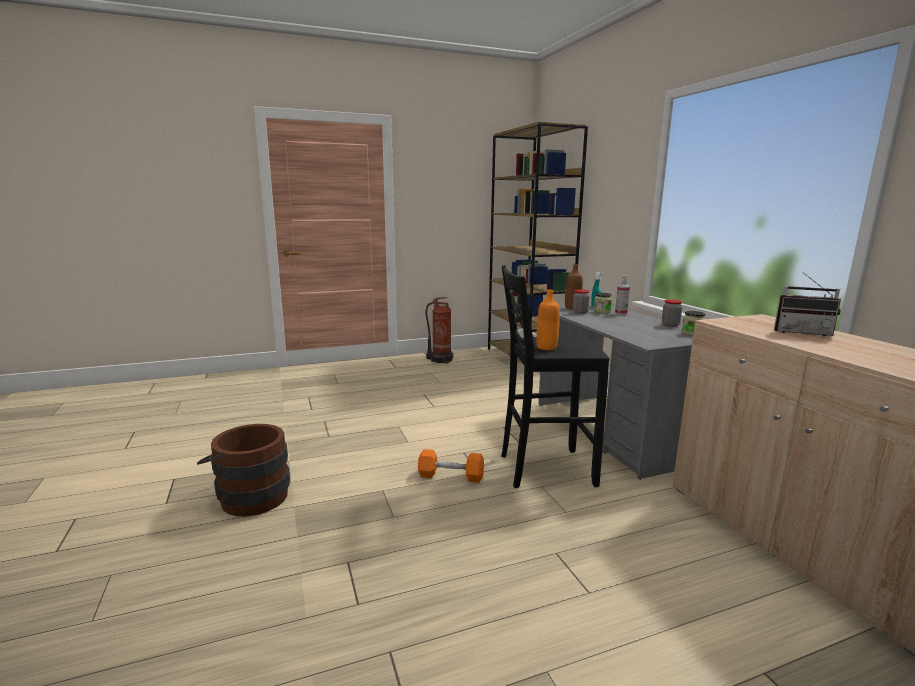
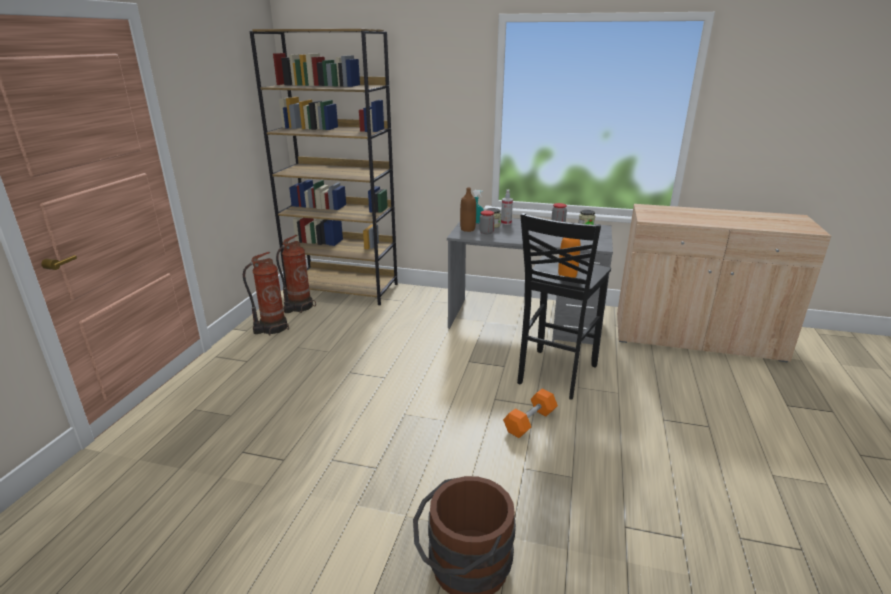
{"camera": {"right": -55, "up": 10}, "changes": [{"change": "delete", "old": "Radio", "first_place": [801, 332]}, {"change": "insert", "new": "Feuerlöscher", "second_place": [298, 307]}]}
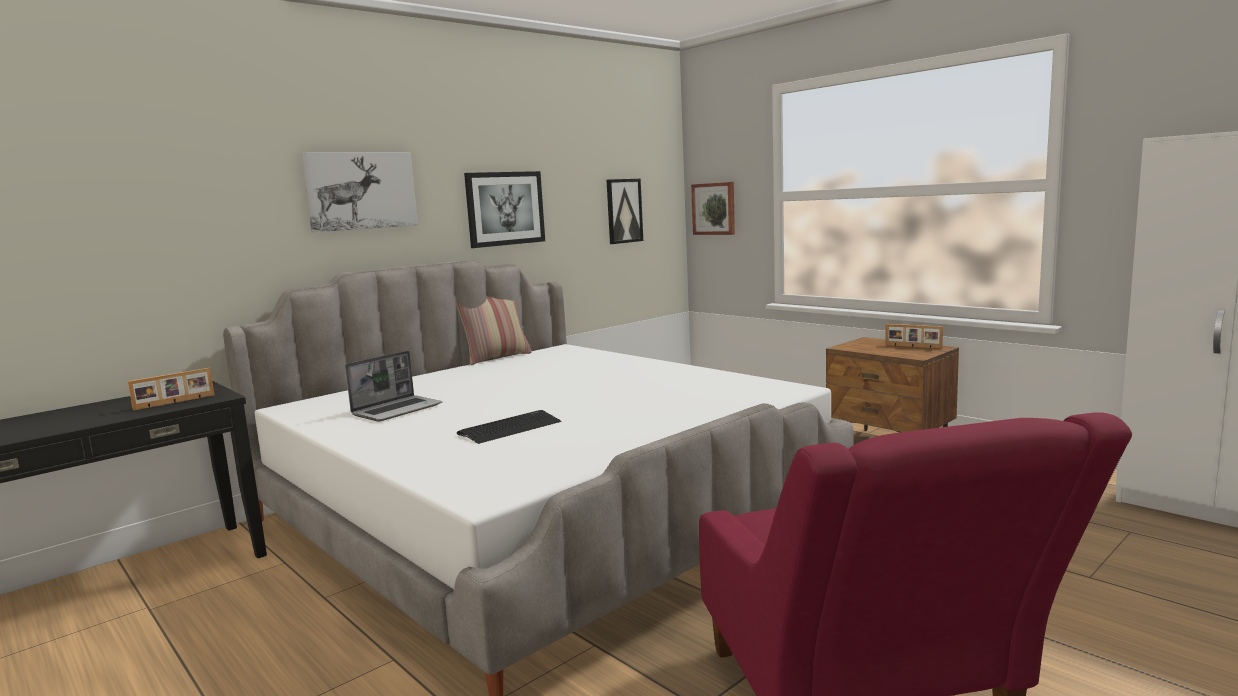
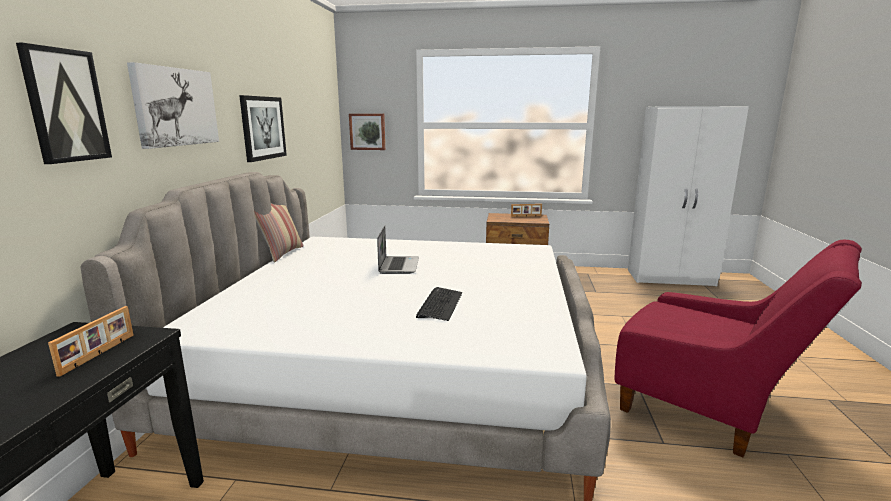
{"camera": {"right": -40, "up": 5}, "changes": [{"change": "move", "old": "Laptop", "first_place": [397, 410], "second_place": [398, 265]}, {"change": "move", "old": "Bild", "first_place": [624, 211], "second_place": [65, 106]}]}
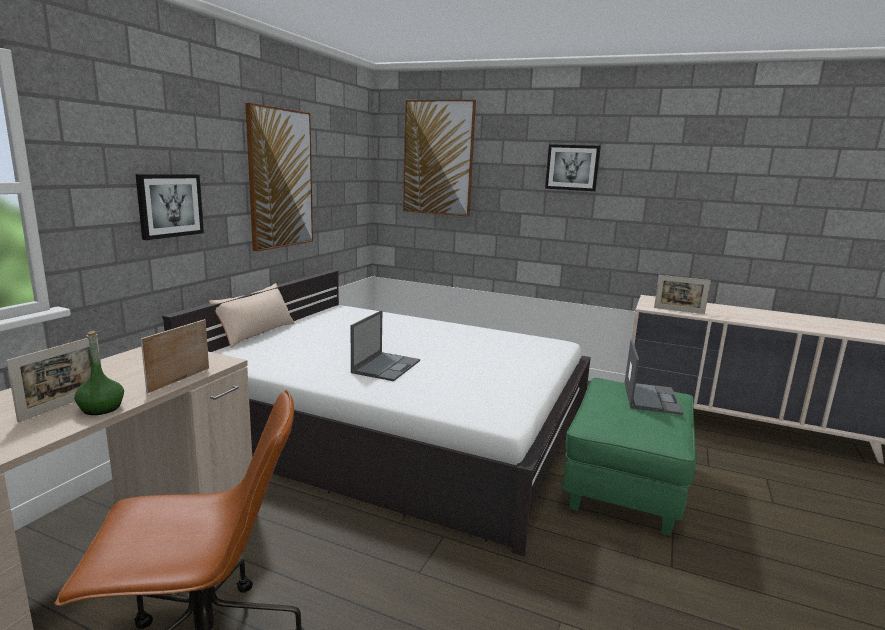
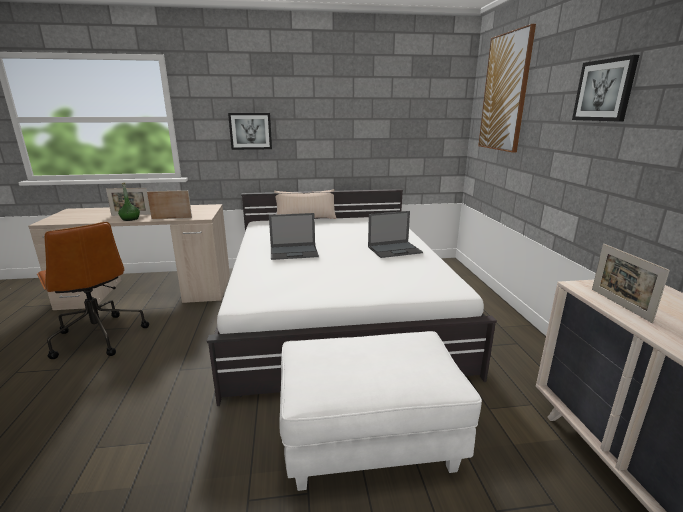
{"camera": {"right": 60, "up": 5}, "changes": [{"change": "delete", "old": "Bild", "first_place": [280, 179]}, {"change": "recolor", "old": "Polsterhocker (grün)", "new": "Polsterhocker (weiß)", "first_place": [624, 485], "second_place": [369, 440]}, {"change": "move", "old": "Laptop", "first_place": [651, 398], "second_place": [395, 250]}]}
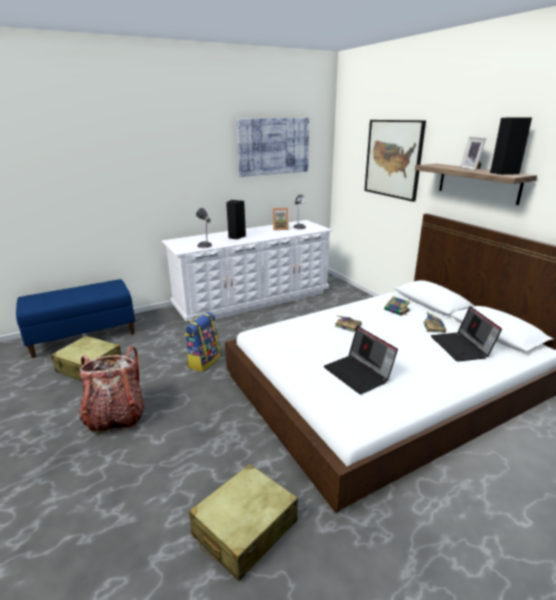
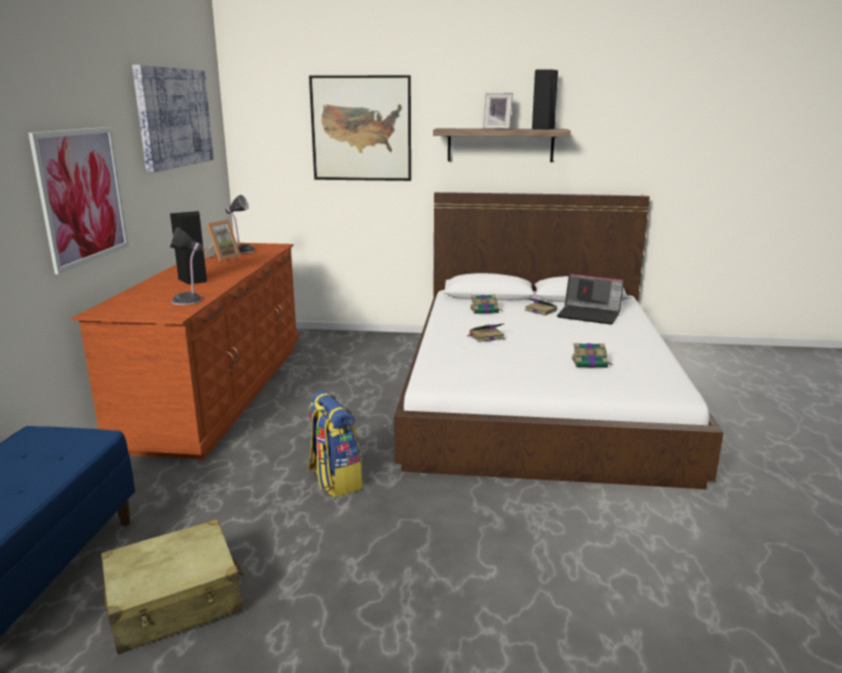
{"camera": {"right": -55, "up": -5}, "changes": [{"change": "delete", "old": "Rucksack", "first_place": [115, 417]}, {"change": "recolor", "old": "Kommode (weiß)", "new": "Kommode (braun)", "first_place": [252, 299], "second_place": [218, 392]}, {"change": "delete", "old": "Koffer (beige)", "first_place": [244, 528]}, {"change": "replace", "old": "Laptop", "new": "Buch", "first_place": [358, 374], "second_place": [590, 363]}, {"change": "insert", "new": "Bild", "second_place": [82, 196]}]}
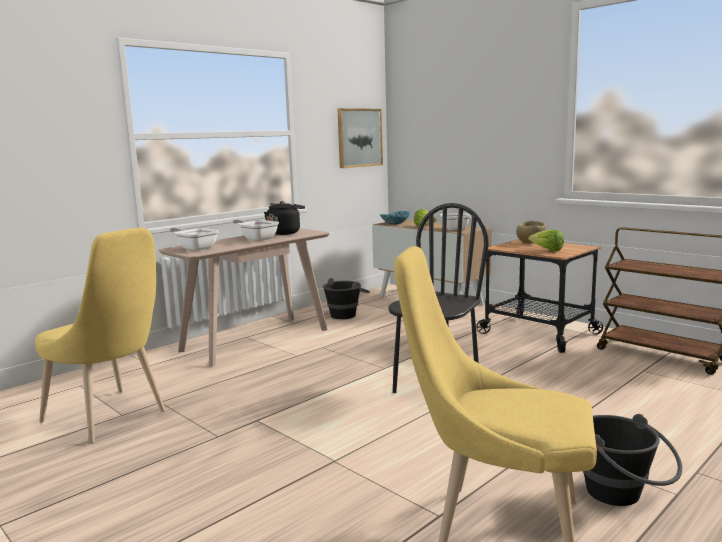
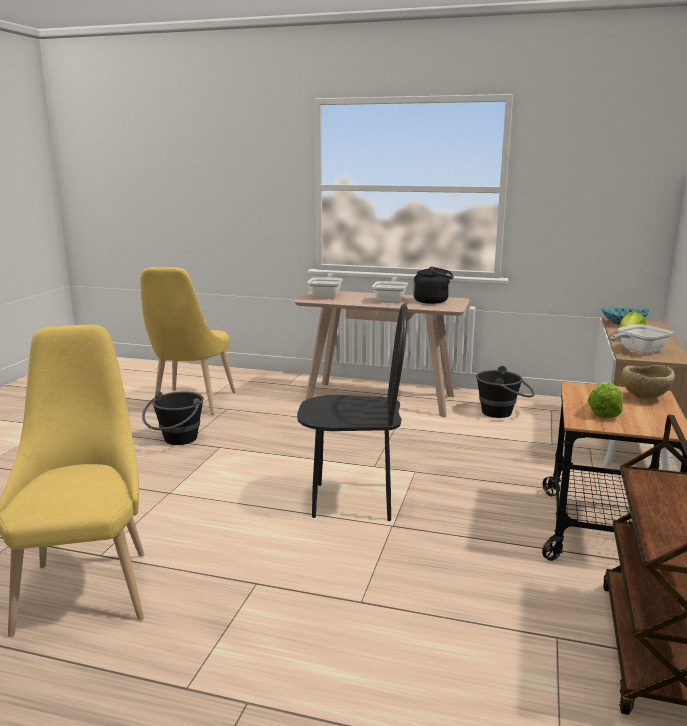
{"camera": {"right": 60, "up": 5}, "changes": [{"change": "delete", "old": "Bild", "first_place": [359, 138]}, {"change": "move", "old": "Eimer (schwarz)", "first_place": [623, 496], "second_place": [176, 441]}]}
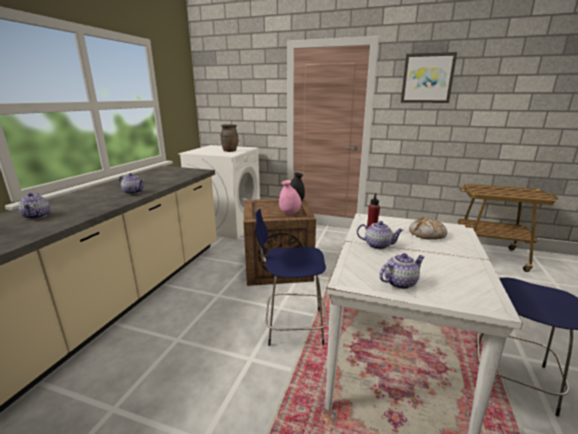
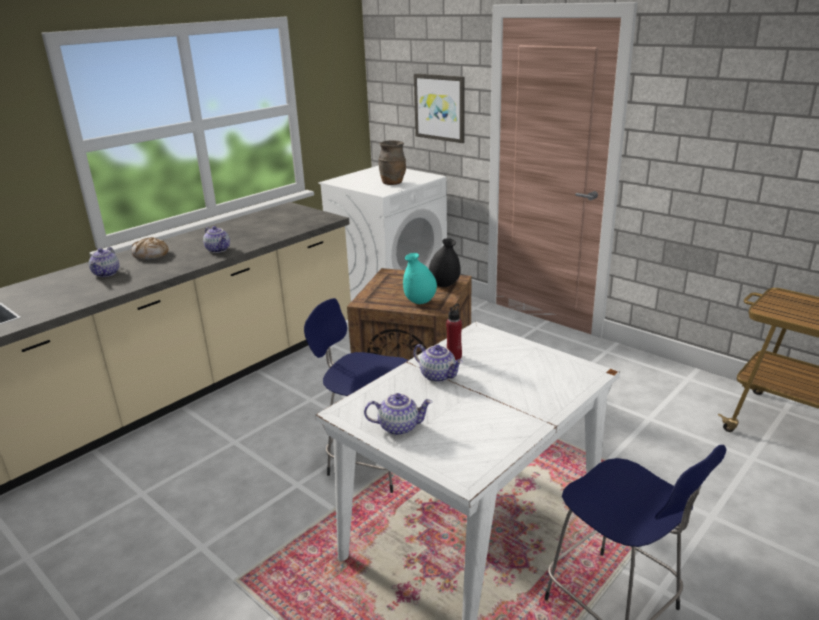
{"camera": {"right": 25, "up": 5}, "changes": [{"change": "recolor", "old": "Vase (rosa)", "new": "Vase (türkis)", "first_place": [289, 213], "second_place": [420, 302]}, {"change": "move", "old": "Bild", "first_place": [427, 78], "second_place": [440, 107]}, {"change": "move", "old": "Brot", "first_place": [427, 234], "second_place": [151, 255]}]}
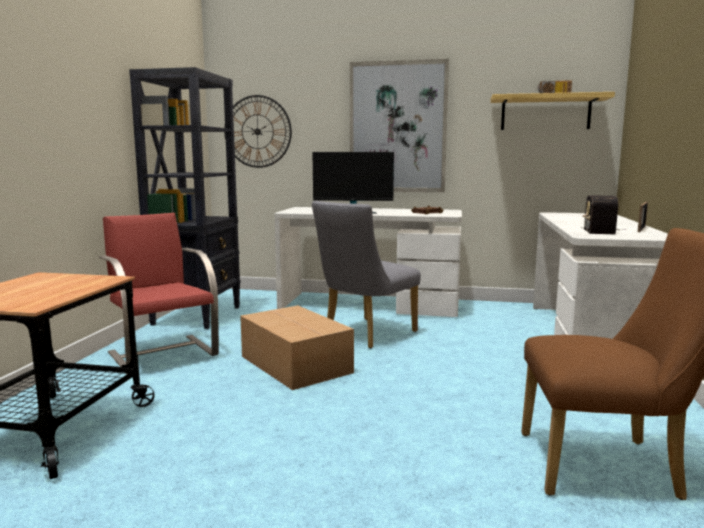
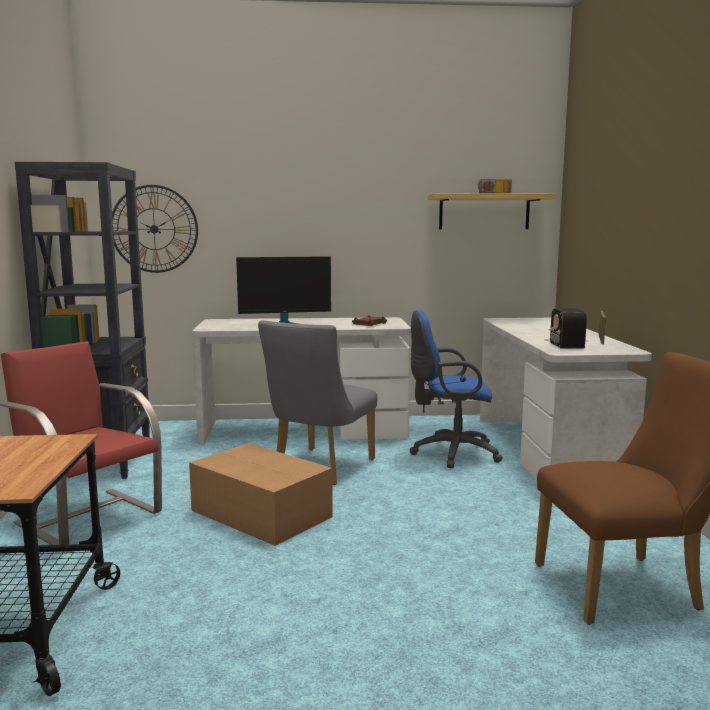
{"camera": {"right": -15, "up": 0}, "changes": [{"change": "delete", "old": "Bild", "first_place": [397, 127]}, {"change": "insert", "new": "Bürostuhl (blau)", "second_place": [450, 453]}]}
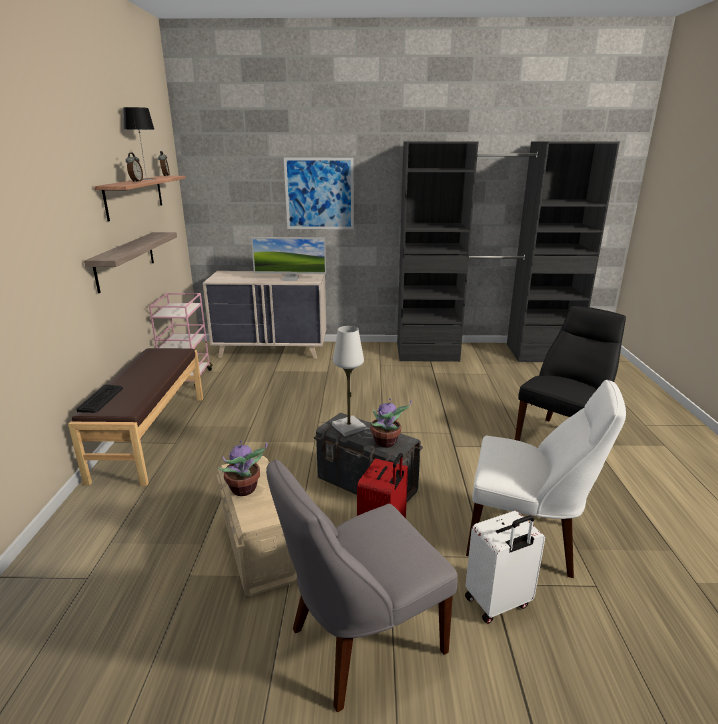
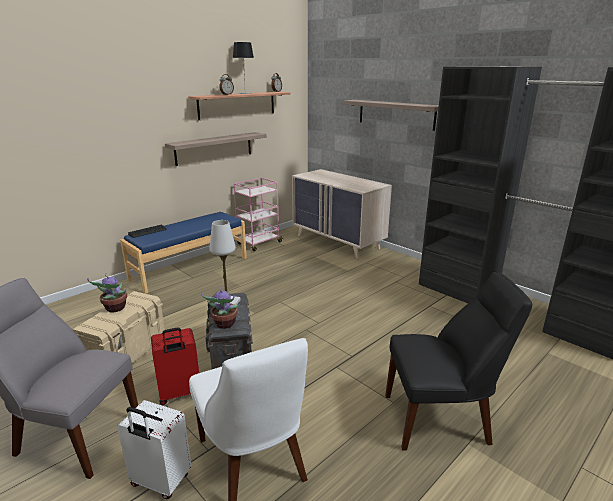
{"camera": {"right": 45, "up": 0}, "changes": [{"change": "recolor", "old": "Bank (braun)", "new": "Bank (blau)", "first_place": [151, 436], "second_place": [189, 268]}, {"change": "delete", "old": "Monitor", "first_place": [290, 279]}, {"change": "replace", "old": "Bild", "new": "Wandregal", "first_place": [319, 194], "second_place": [396, 114]}]}
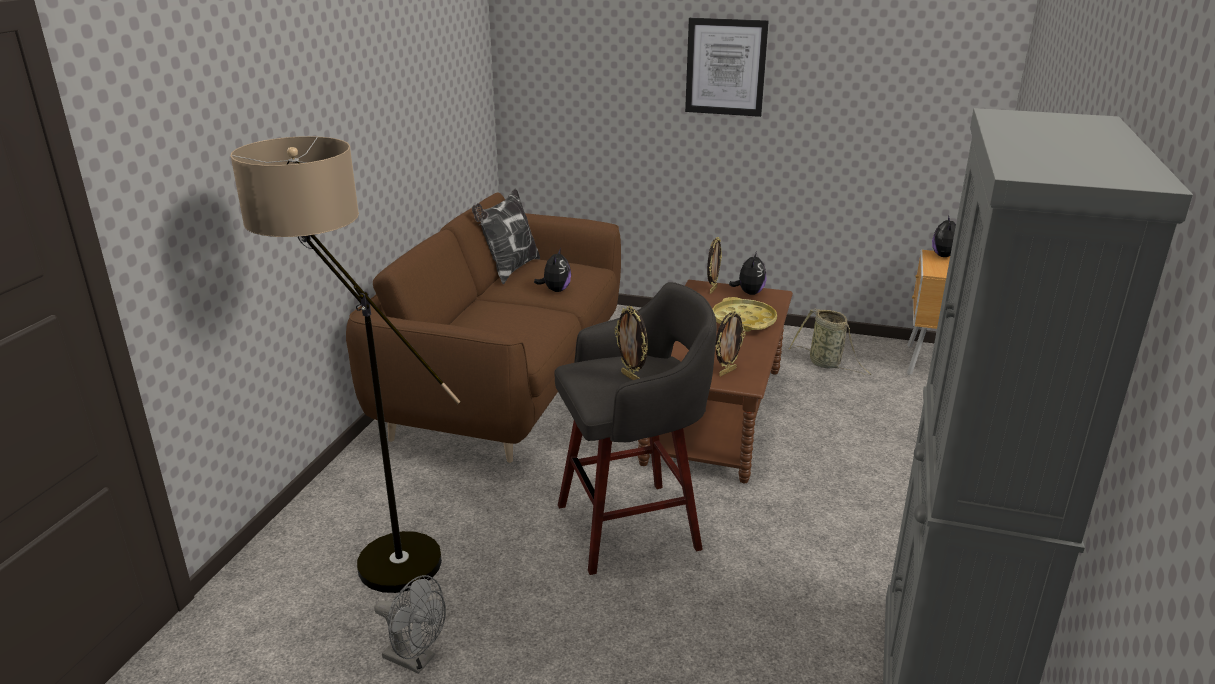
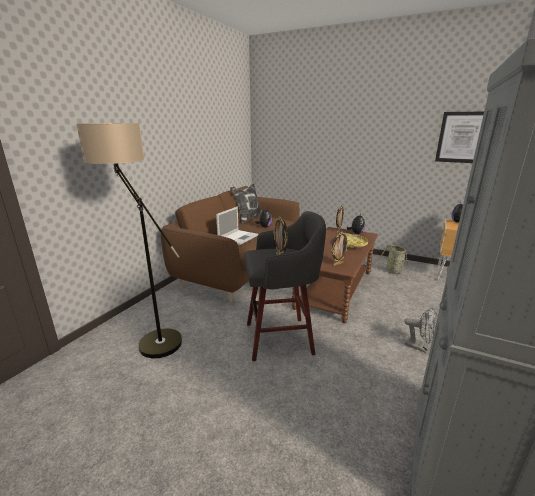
{"camera": {"right": 10, "up": -5}, "changes": [{"change": "move", "old": "Ventilator (grau)", "first_place": [416, 660], "second_place": [420, 347]}, {"change": "move", "old": "Bild", "first_place": [725, 67], "second_place": [462, 137]}, {"change": "insert", "new": "Laptop", "second_place": [238, 237]}]}
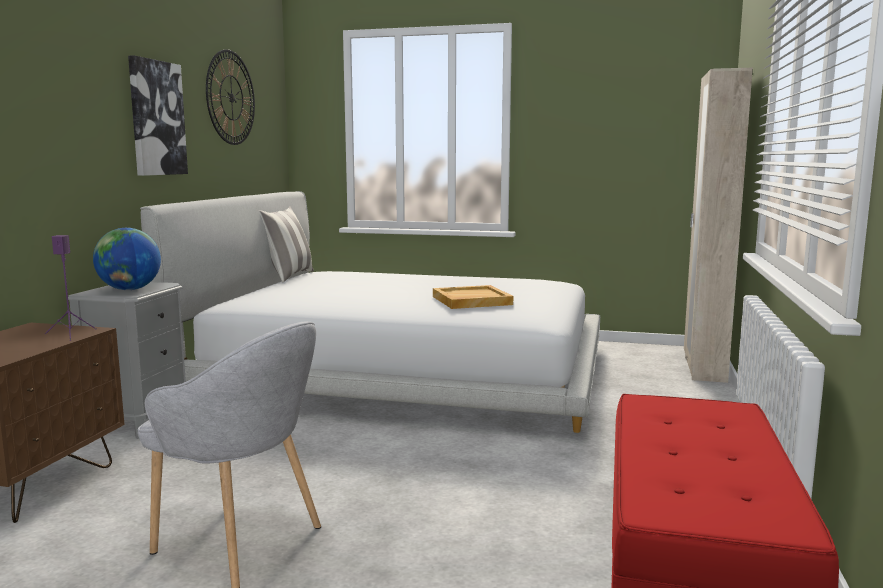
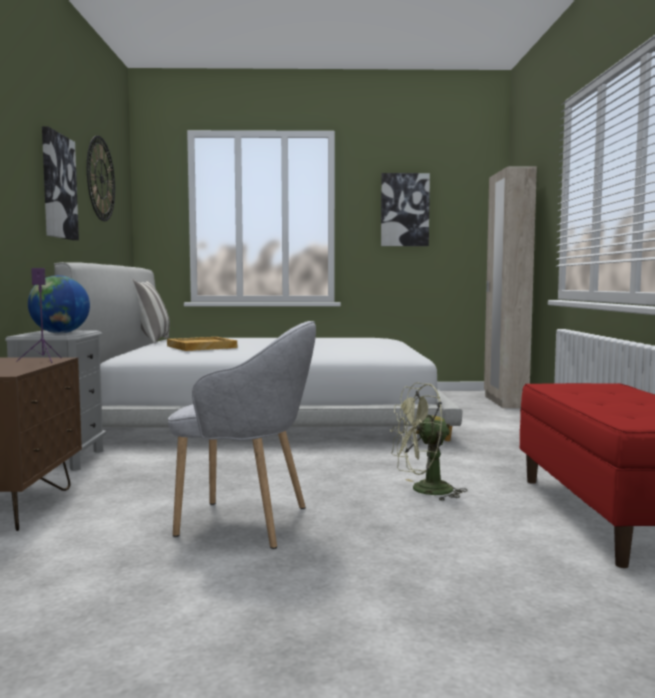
{"camera": {"right": -15, "up": -5}, "changes": [{"change": "move", "old": "Tablett (beige)", "first_place": [471, 300], "second_place": [201, 347]}, {"change": "insert", "new": "Bild", "second_place": [404, 210]}, {"change": "insert", "new": "Ventilator (grün)", "second_place": [424, 491]}]}
